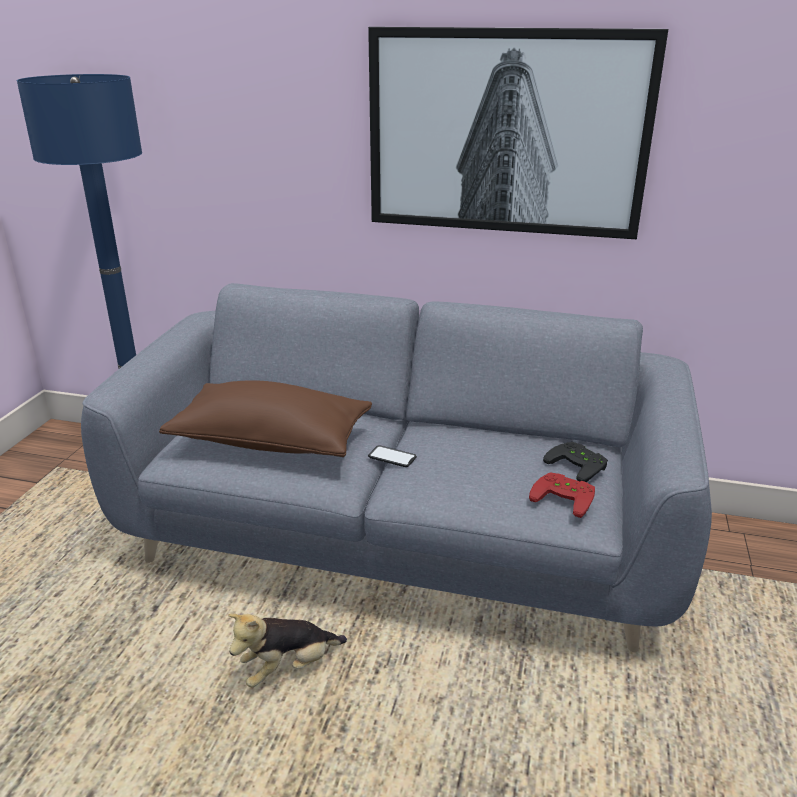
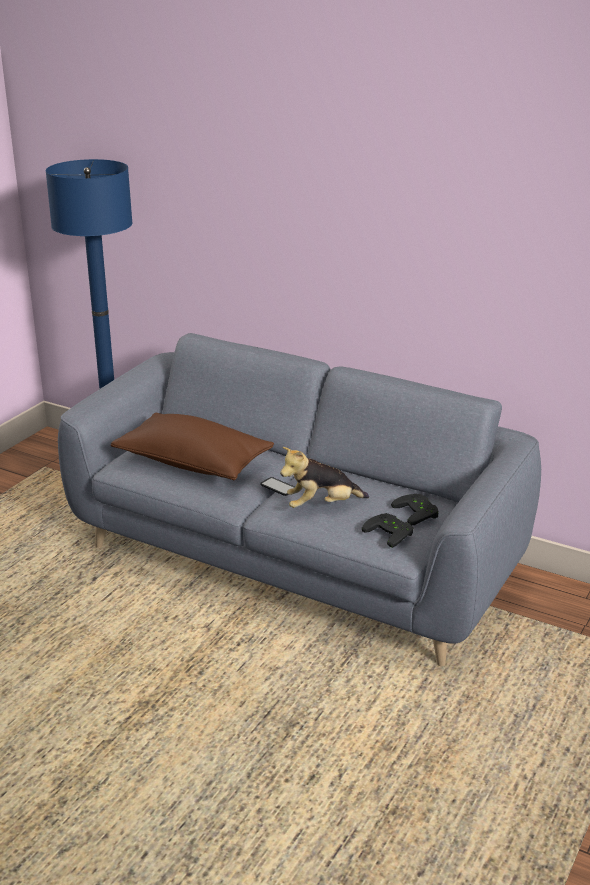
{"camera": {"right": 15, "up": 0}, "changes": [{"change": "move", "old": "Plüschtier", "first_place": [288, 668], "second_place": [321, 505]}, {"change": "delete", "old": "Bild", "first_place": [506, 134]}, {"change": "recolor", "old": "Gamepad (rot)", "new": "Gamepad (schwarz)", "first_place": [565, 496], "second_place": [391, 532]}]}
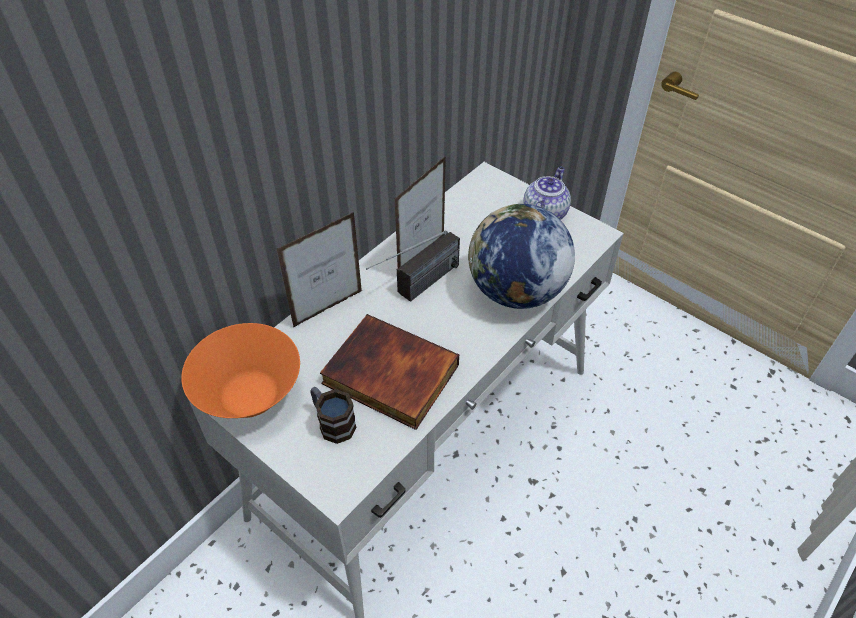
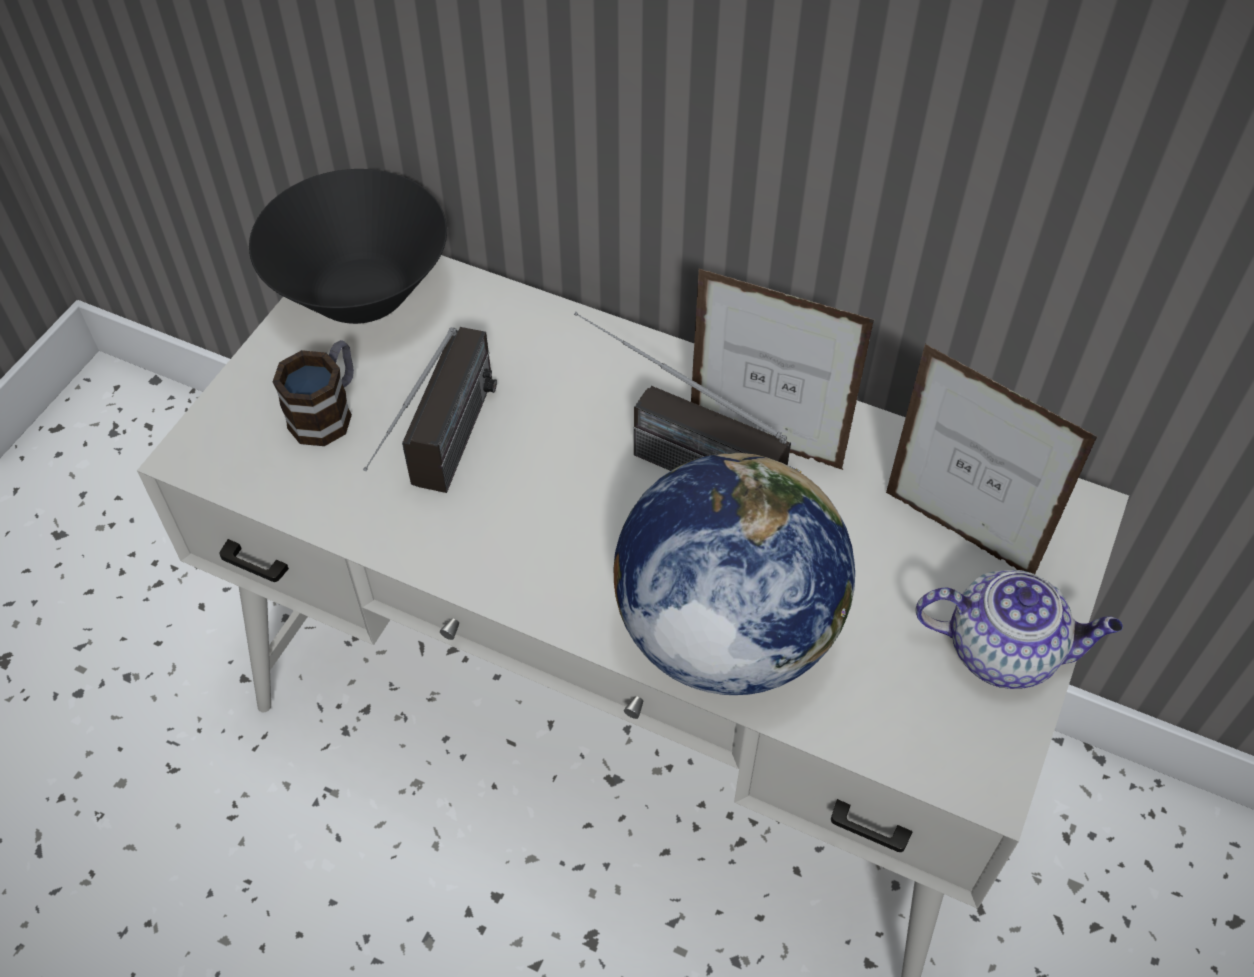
{"camera": {"right": 75, "up": 5}, "changes": [{"change": "recolor", "old": "Schüssel (orange)", "new": "Schüssel (schwarz)", "first_place": [250, 396], "second_place": [360, 293]}, {"change": "move", "old": "Bilderrahmen", "first_place": [328, 308], "second_place": [958, 535]}, {"change": "replace", "old": "Buch", "new": "Radio", "first_place": [388, 376], "second_place": [444, 464]}]}
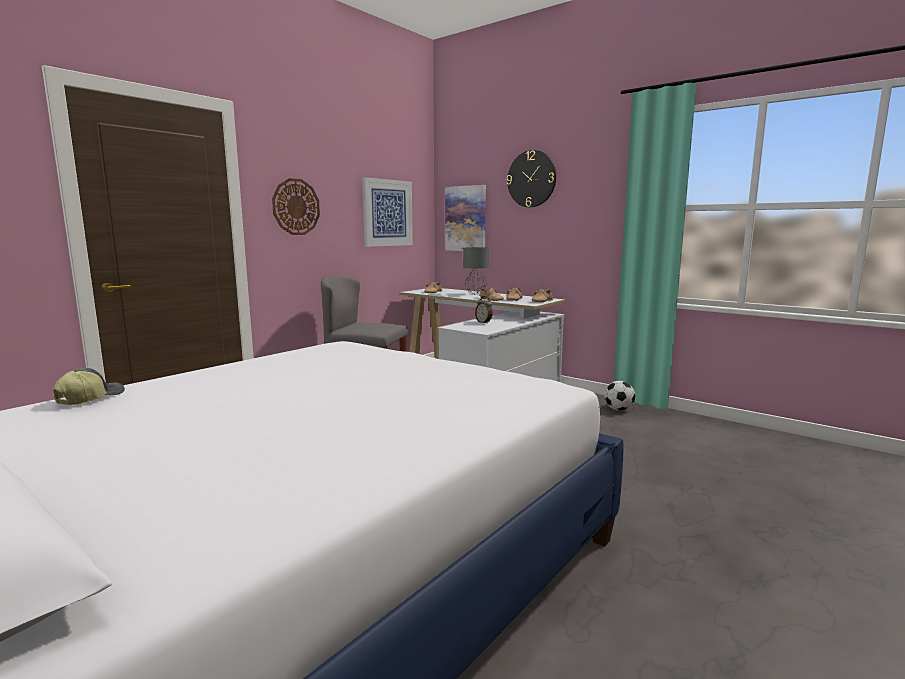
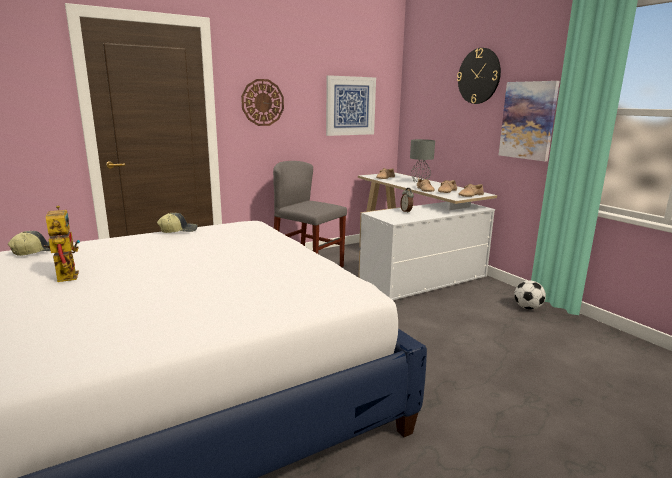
{"camera": {"right": 20, "up": 5}, "changes": [{"change": "move", "old": "Bild", "first_place": [466, 218], "second_place": [528, 120]}, {"change": "insert", "new": "Spielzeugroboter", "second_place": [65, 275]}, {"change": "insert", "new": "Kappe", "second_place": [178, 230]}]}
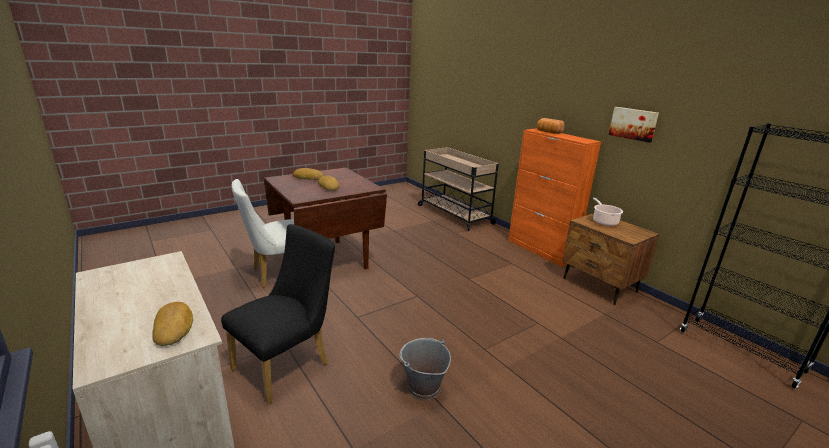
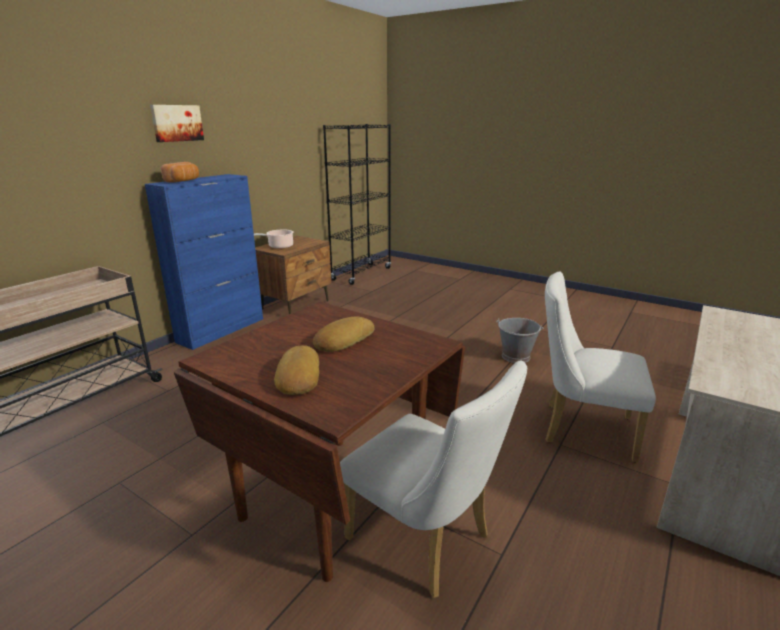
{"camera": {"right": -110, "up": 0}, "changes": [{"change": "delete", "old": "Brot", "first_place": [174, 327]}, {"change": "recolor", "old": "Stuhl (schwarz)", "new": "Stuhl (weiß)", "first_place": [287, 364], "second_place": [580, 429]}, {"change": "recolor", "old": "Schrank (orange)", "new": "Schrank (blau)", "first_place": [540, 250], "second_place": [222, 330]}, {"change": "move", "old": "Bild", "first_place": [633, 124], "second_place": [177, 123]}]}
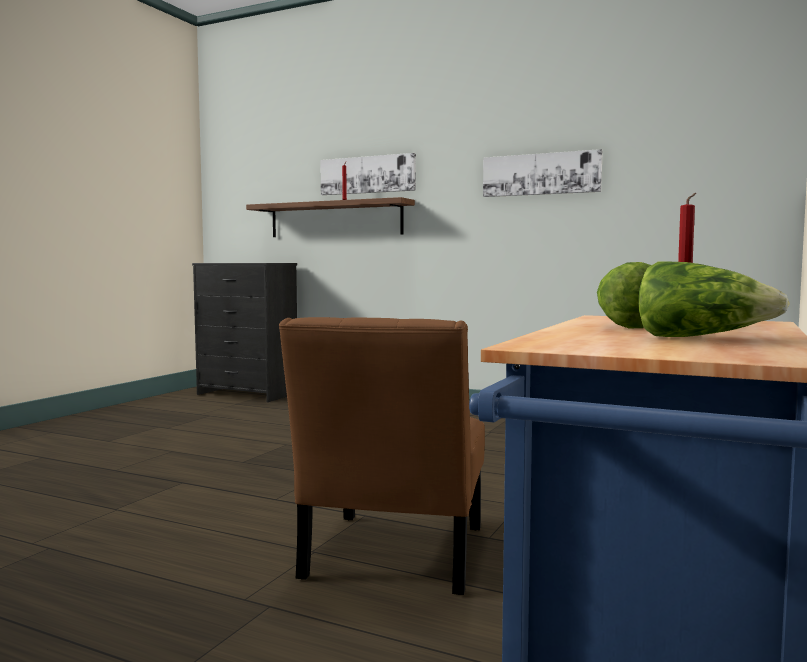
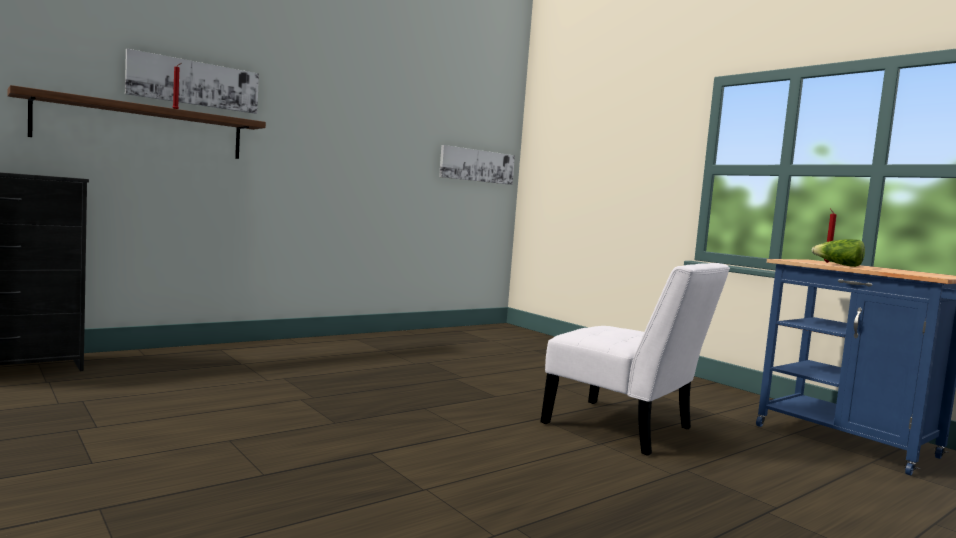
{"camera": {"right": -65, "up": 0}, "changes": [{"change": "recolor", "old": "Stuhl (braun)", "new": "Stuhl (weiß)", "first_place": [392, 557], "second_place": [625, 429]}, {"change": "move", "old": "Bild", "first_place": [541, 174], "second_place": [477, 165]}, {"change": "delete", "old": "Salatkopf", "first_place": [700, 338]}]}
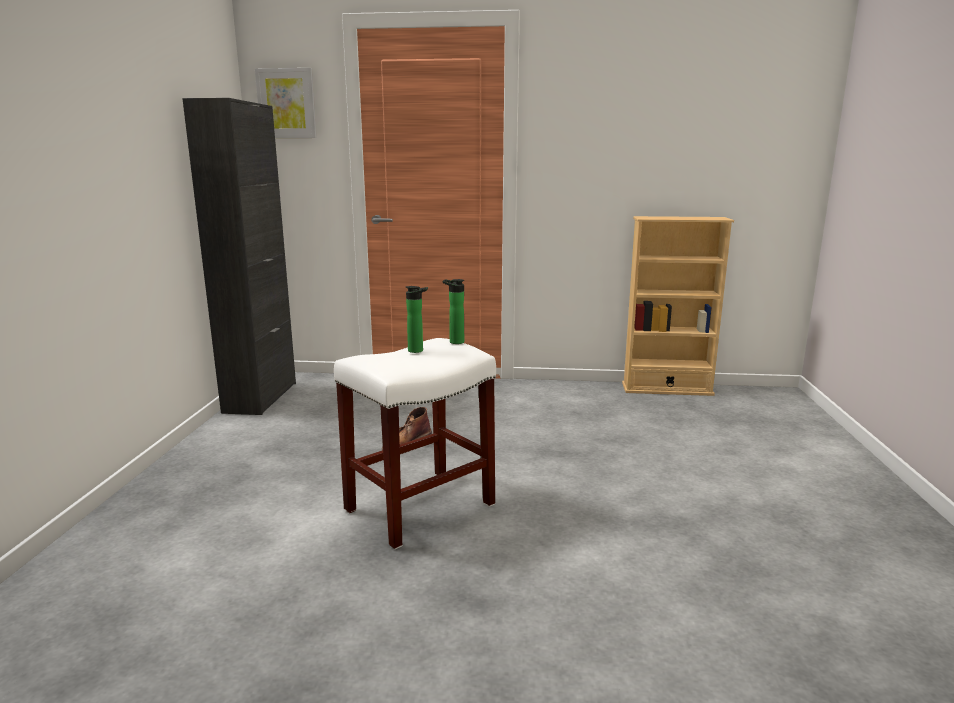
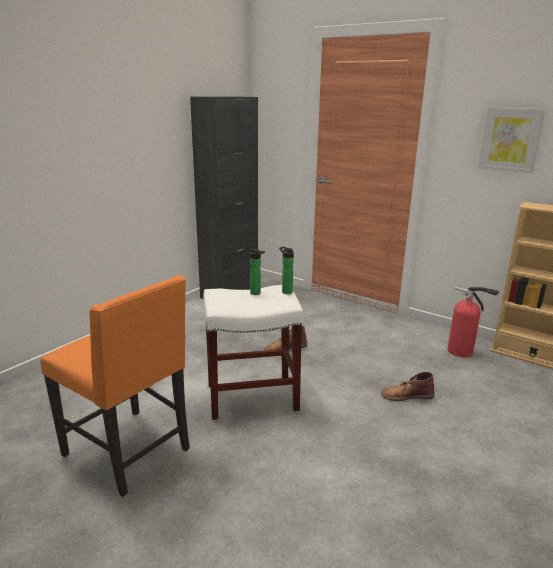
{"camera": {"right": 30, "up": 5}, "changes": [{"change": "move", "old": "Bild", "first_place": [287, 103], "second_place": [510, 139]}, {"change": "insert", "new": "Stuhl (orange)", "second_place": [130, 452]}, {"change": "insert", "new": "Stiefel (braun)", "second_place": [406, 395]}, {"change": "insert", "new": "Feuerlöscher", "second_place": [462, 352]}]}
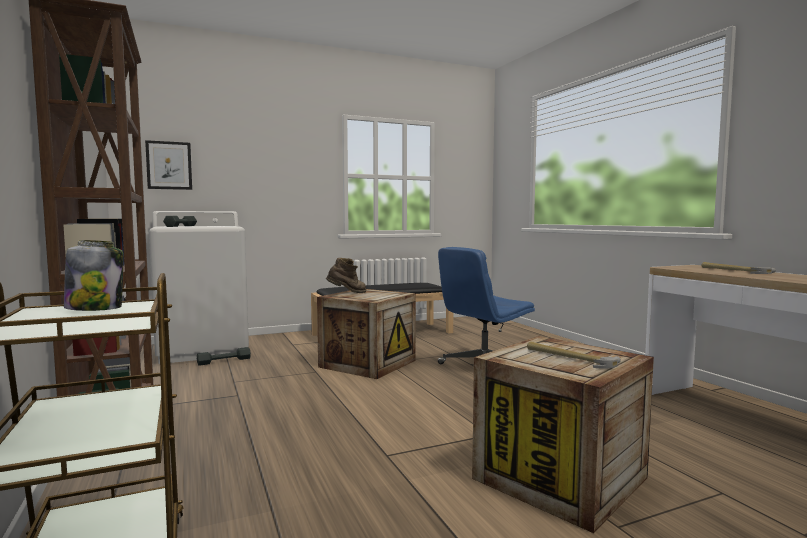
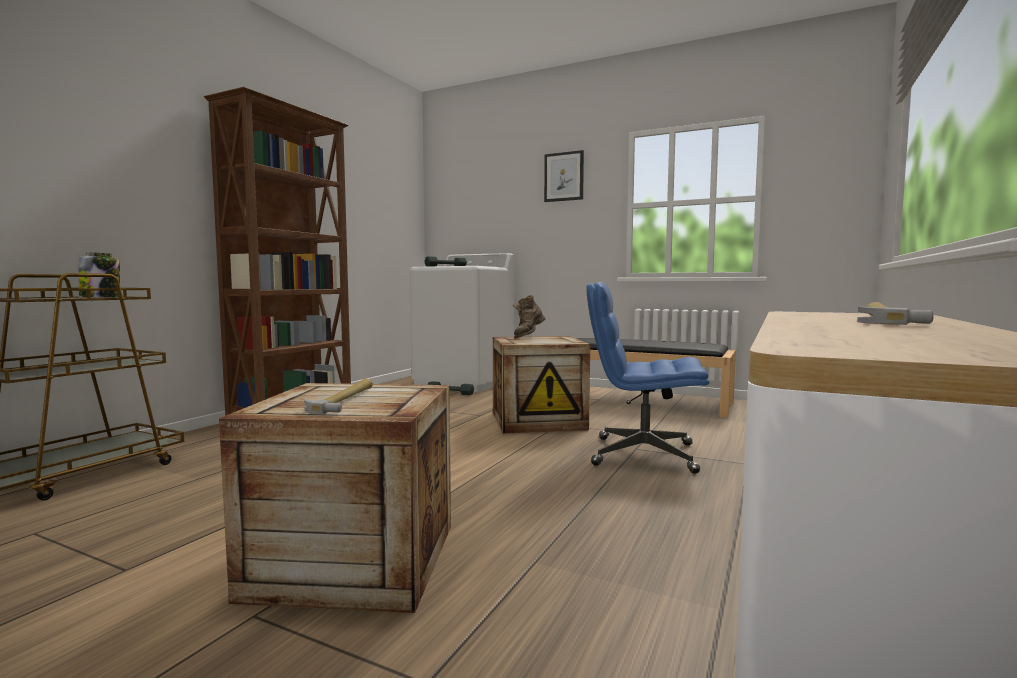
{"camera": {"right": 50, "up": 0}, "changes": [{"change": "move", "old": "Bild", "first_place": [169, 165], "second_place": [564, 176]}, {"change": "rotate", "old": "Stiefel (braun)", "first_place": [347, 293], "second_place": [528, 337], "degrees": 105}]}
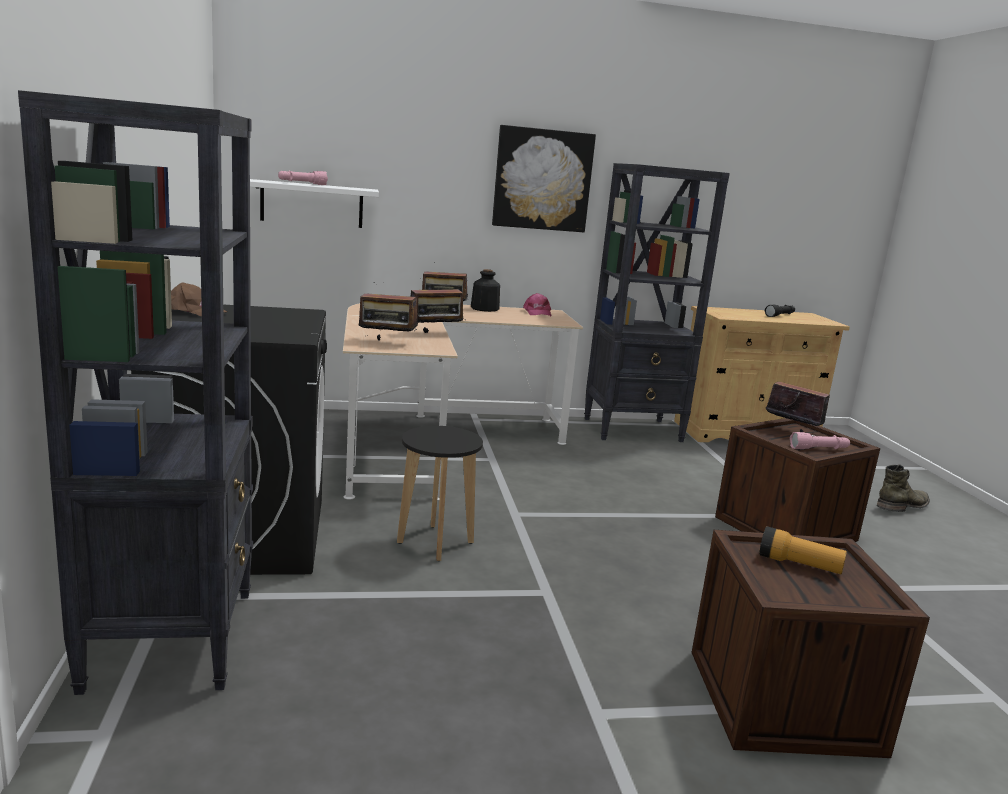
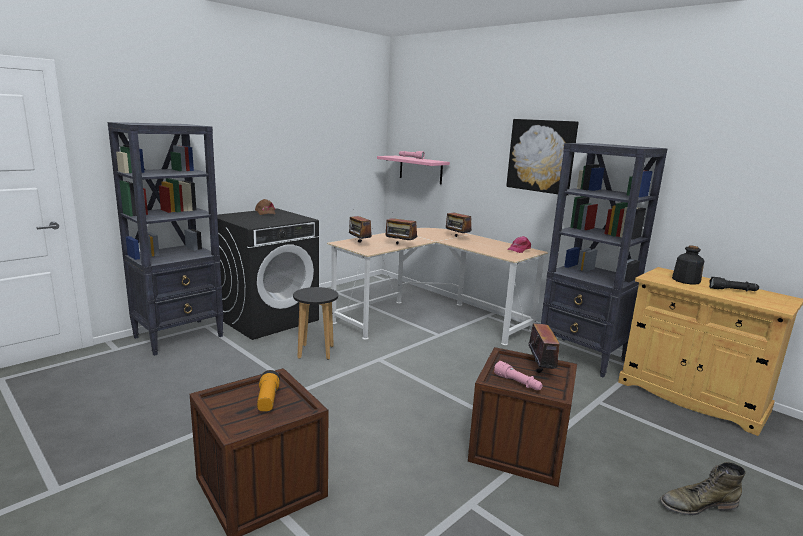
{"camera": {"right": 55, "up": 0}, "changes": [{"change": "recolor", "old": "Wandregal (weiß)", "new": "Wandregal (rosa)", "first_place": [312, 204], "second_place": [420, 169]}, {"change": "move", "old": "Flasche", "first_place": [484, 309], "second_place": [685, 280]}, {"change": "rotate", "old": "Stiefel (grün)", "first_place": [903, 506], "second_place": [697, 505], "degrees": 150}]}
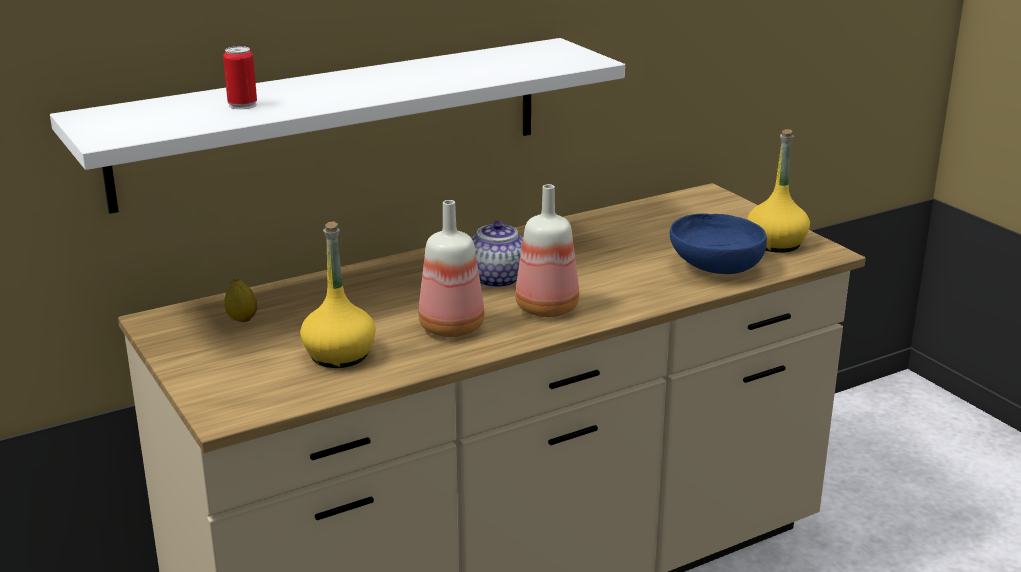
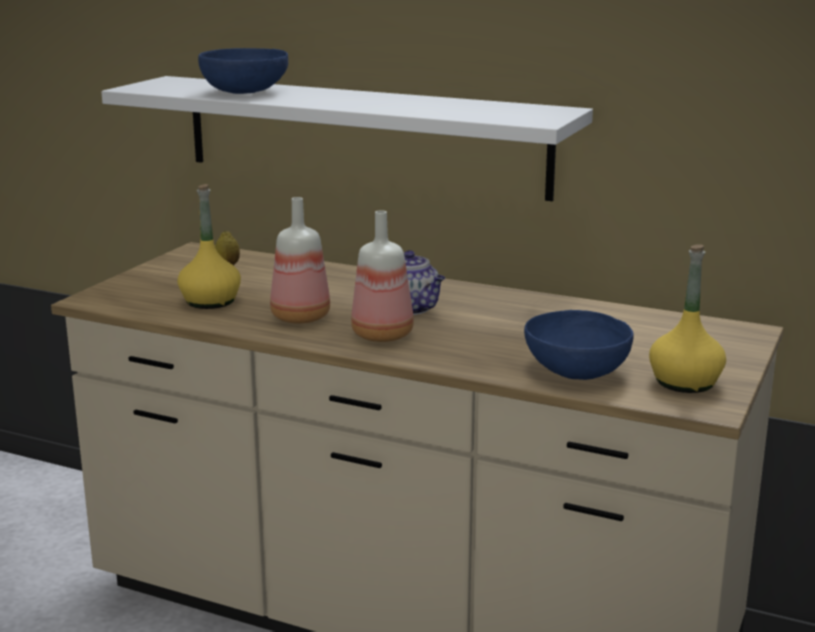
{"camera": {"right": 55, "up": -5}, "changes": [{"change": "replace", "old": "Dose", "new": "Schüssel (blau)", "first_place": [242, 105], "second_place": [245, 91]}]}
